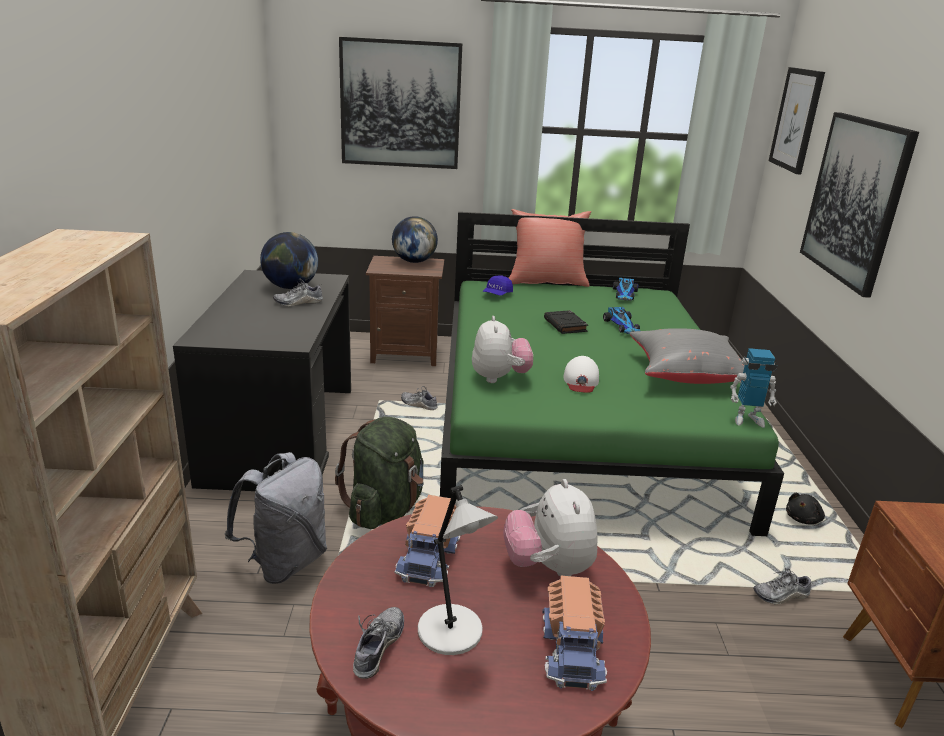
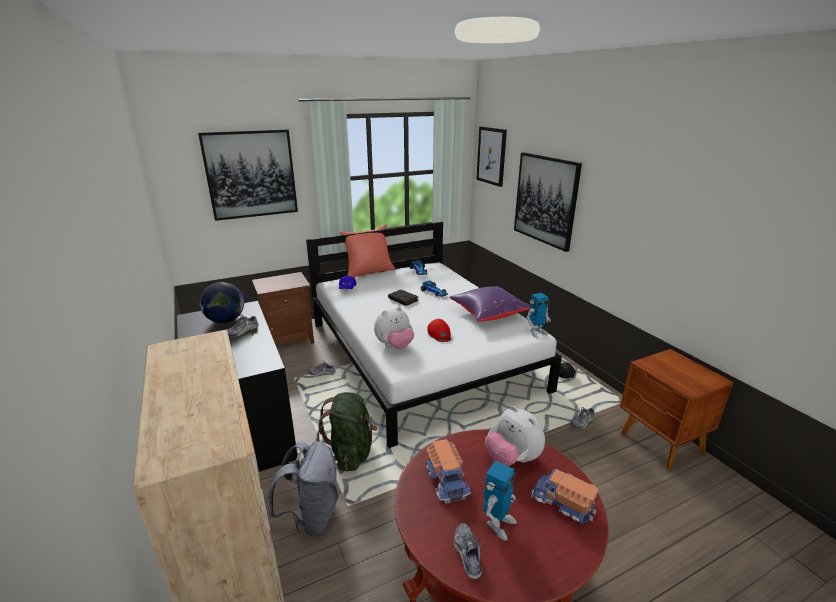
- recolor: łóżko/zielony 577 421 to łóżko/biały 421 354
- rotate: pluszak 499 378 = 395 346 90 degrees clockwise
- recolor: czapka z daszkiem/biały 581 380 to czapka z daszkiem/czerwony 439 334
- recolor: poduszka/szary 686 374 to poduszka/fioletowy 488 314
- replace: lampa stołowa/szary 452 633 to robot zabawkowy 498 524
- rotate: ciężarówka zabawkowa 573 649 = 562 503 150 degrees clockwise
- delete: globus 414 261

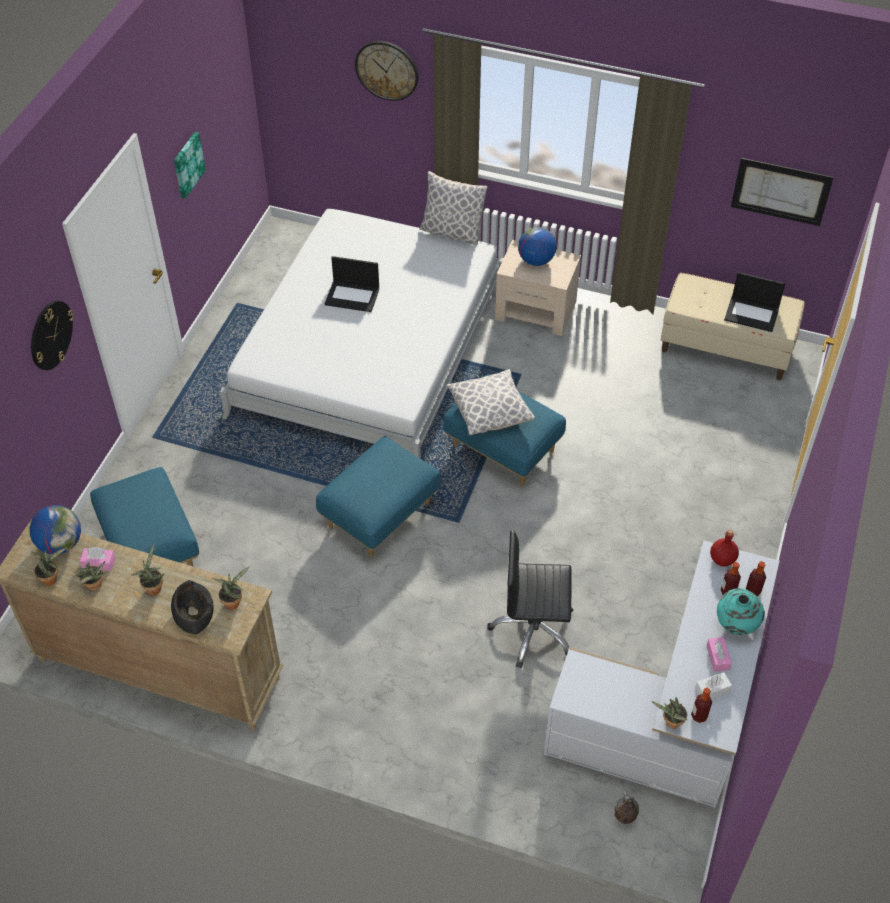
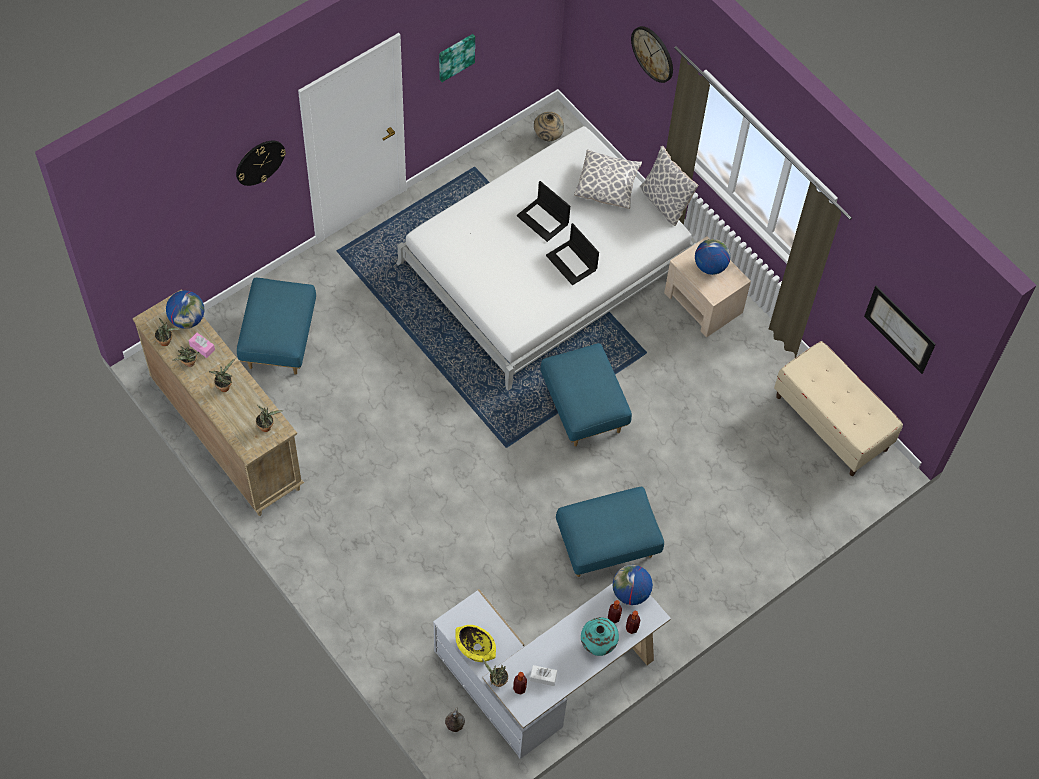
- insert: miska/żółty 475 647
- insert: wazon/beżowy 548 136
- move: laptop 752 314 to 572 262
- move: pufa/niebieski 380 516 to 606 546
- move: poduszka 489 411 to 607 186
- replace: butelka/czerwony 722 559 to globus 630 593
- delete: miska/czarny 194 615
- delete: krzesło biurowe/czarny 533 631
- delete: pudełko chusteczek/różowy 717 657

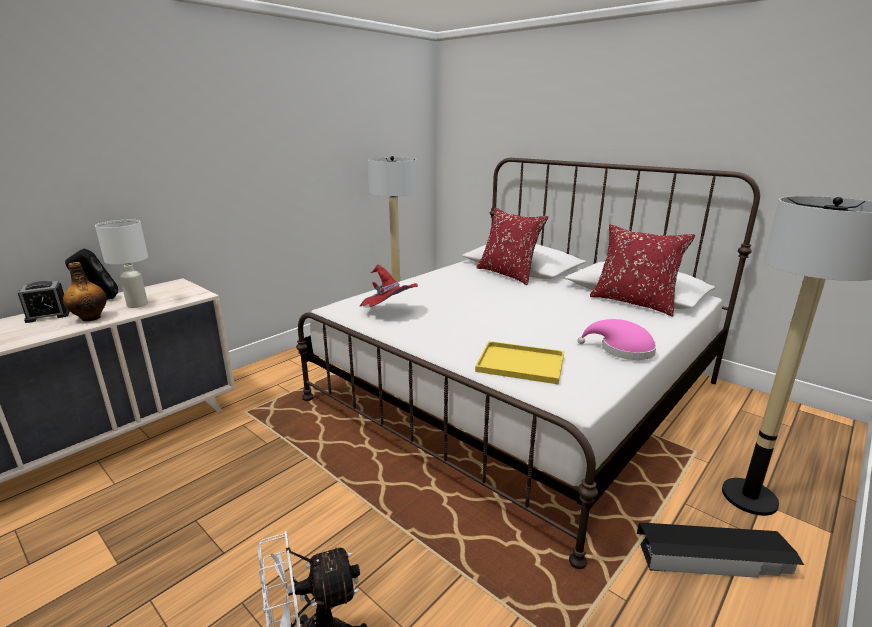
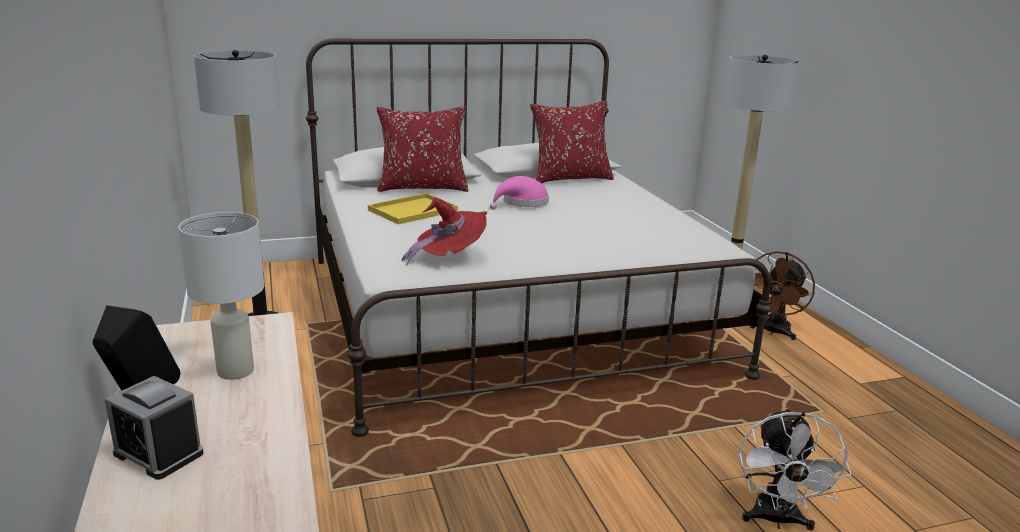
- rotate: budzik 48 315 = 158 453 120 degrees clockwise
- move: taca/żółty 522 363 to 413 210
- move: kapelusz/różowy 622 350 to 522 203
- replace: pojemnik do przechowywania/czarny 713 557 to wentylator/brązowy 773 332
- delete: butelka 91 318

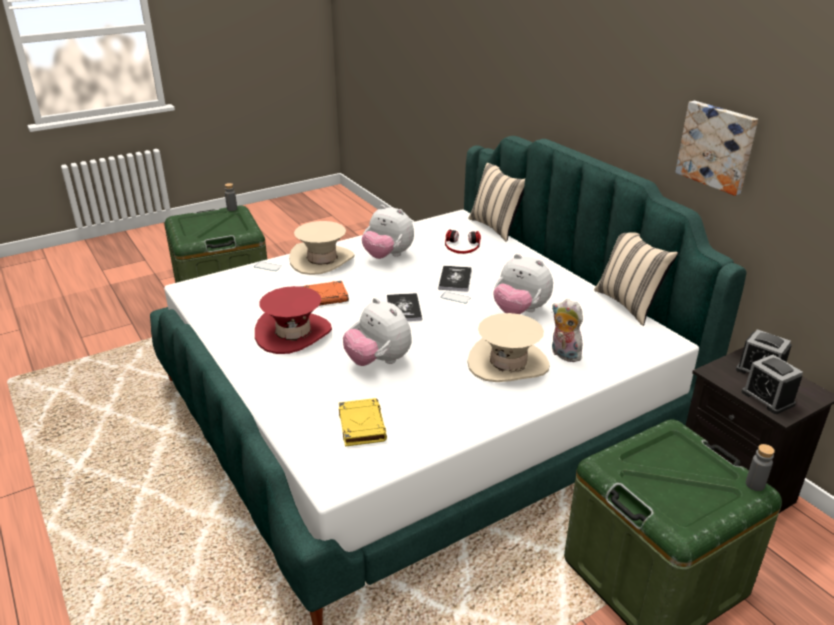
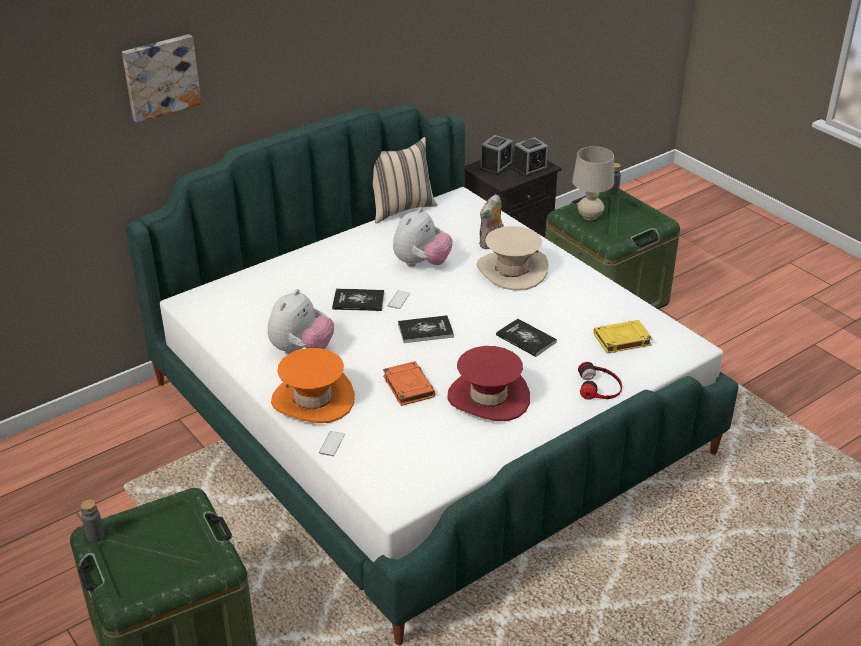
- move: obraz 717 146 to 160 76
- recolor: kapelusz/beżowy 322 260 to kapelusz/pomarańczowy 313 400
- replace: pluszak 378 361 to książka 526 339
- insert: lampa stołowa/beżowy 589 216
- move: słuchawki 462 246 to 600 387
- delete: poduszka/beżowy 496 227

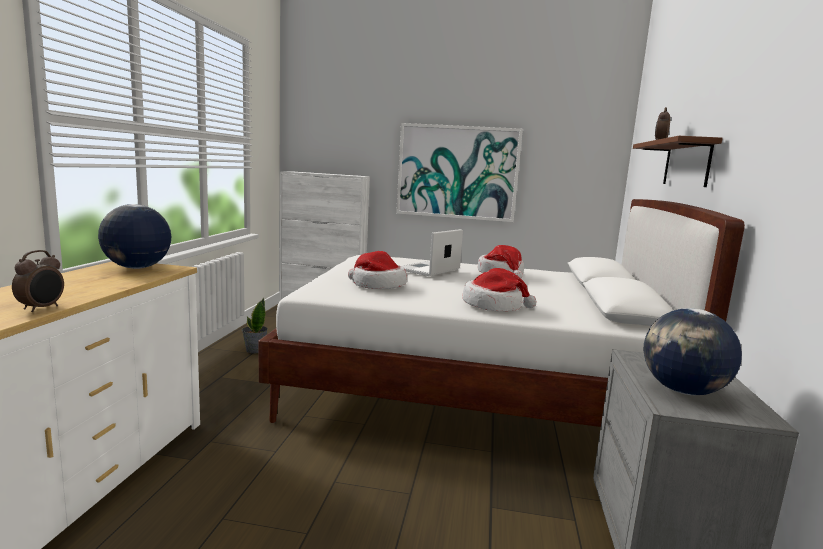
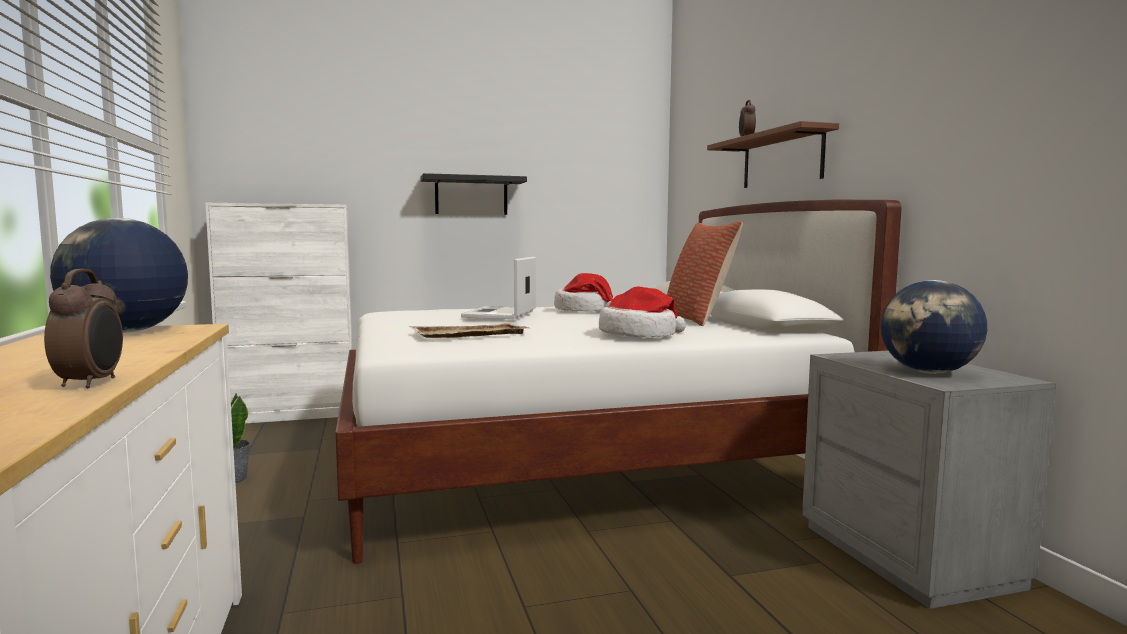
- replace: kapelusz 377 285 to taca/beżowy 468 334
- replace: obraz 457 172 to półka/czarny 471 195
- insert: poduszka 698 319

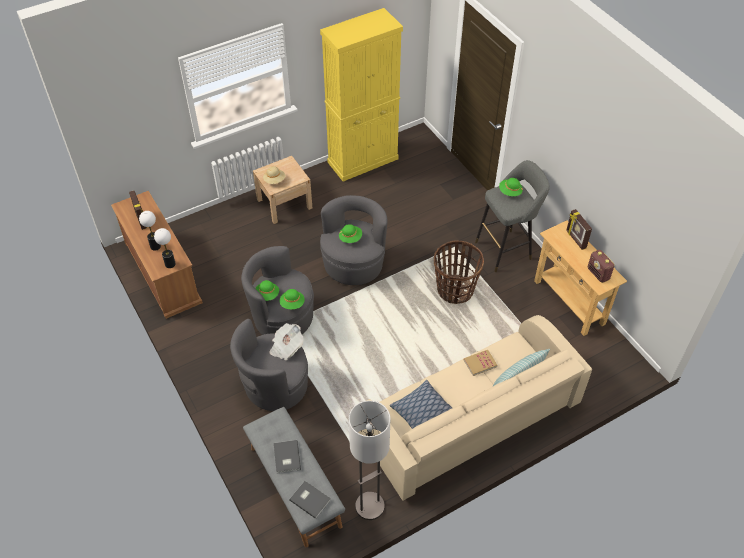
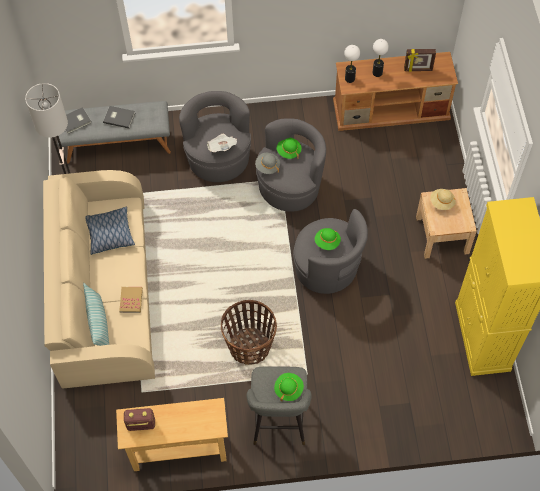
- recolor: kapelusz/zielony 292 304 to kapelusz/szary 267 166
- delete: ramka na zdjęcie 575 239

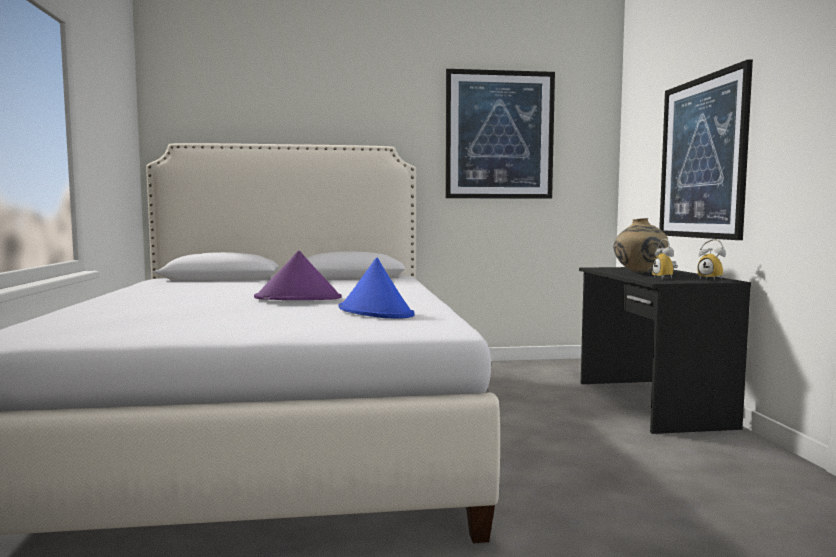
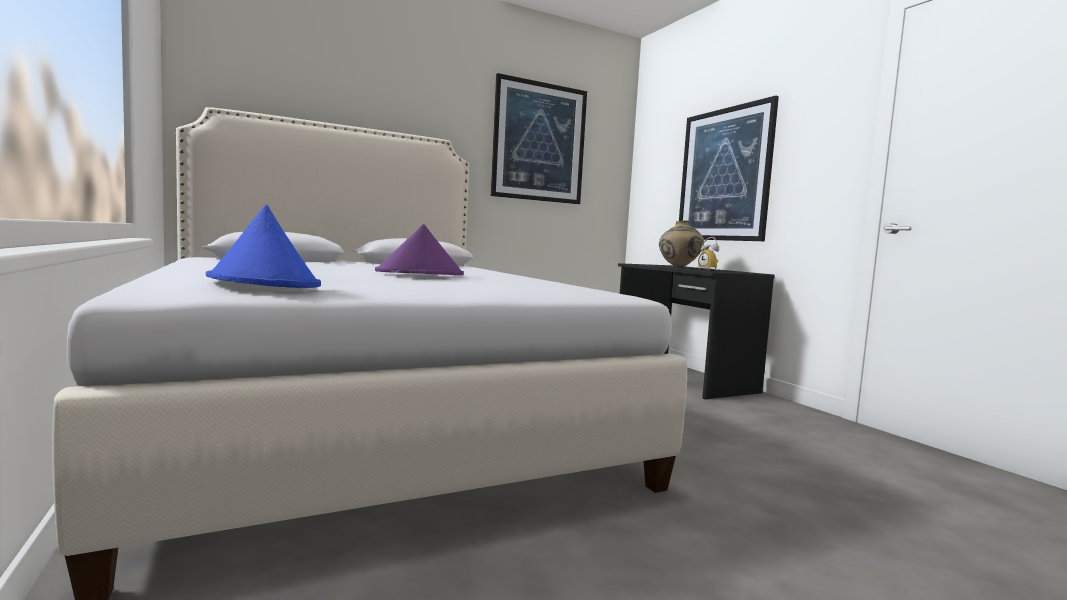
- move: kapelusz/niebieski 375 312 to 263 282
- delete: budzik 712 279

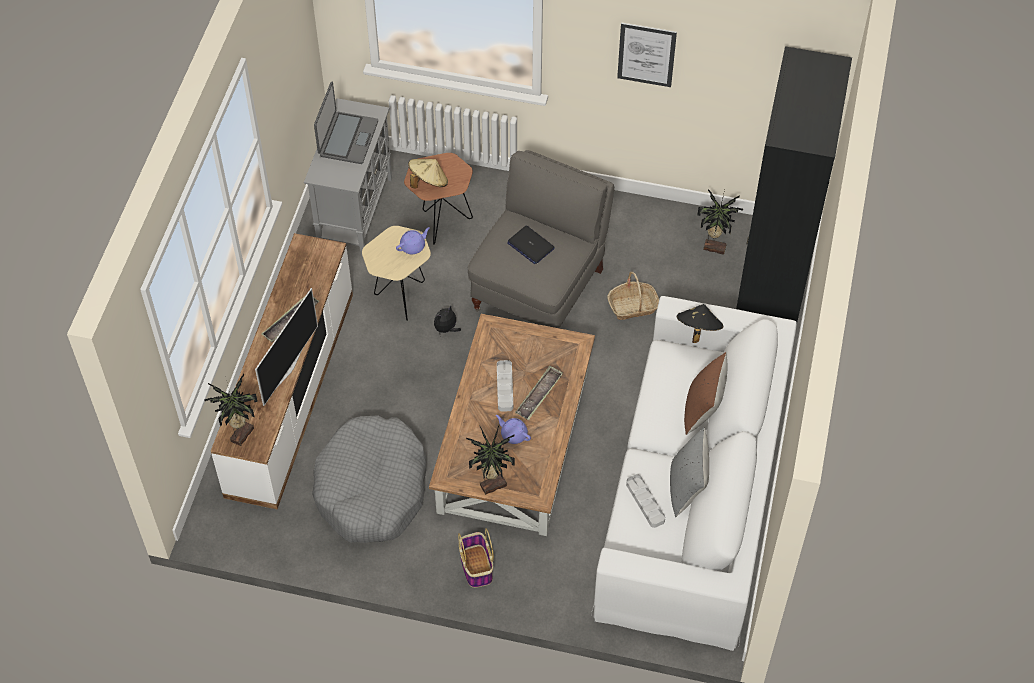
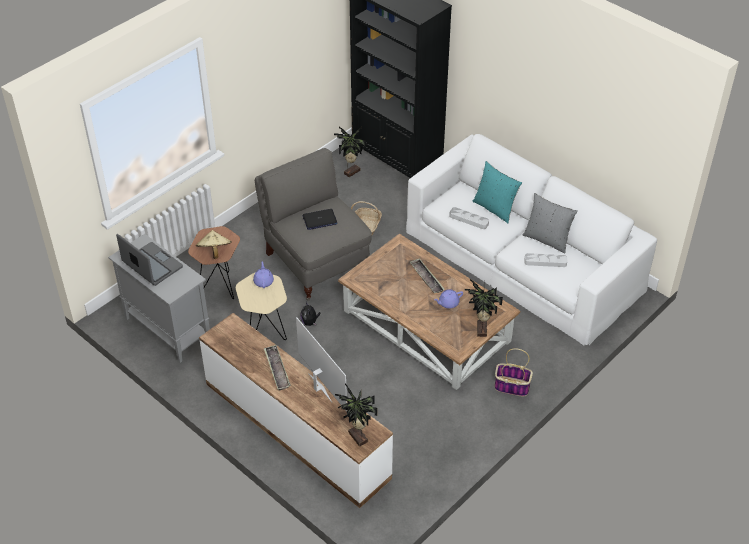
- move: taca/szary 504 387 to 469 220
- recolor: poduszka/brązowy 702 410 to poduszka/turkusowy 495 208
- delete: legowisko/szary 372 488
- delete: obraz 646 54
- delete: kapelusz/czarny 698 330

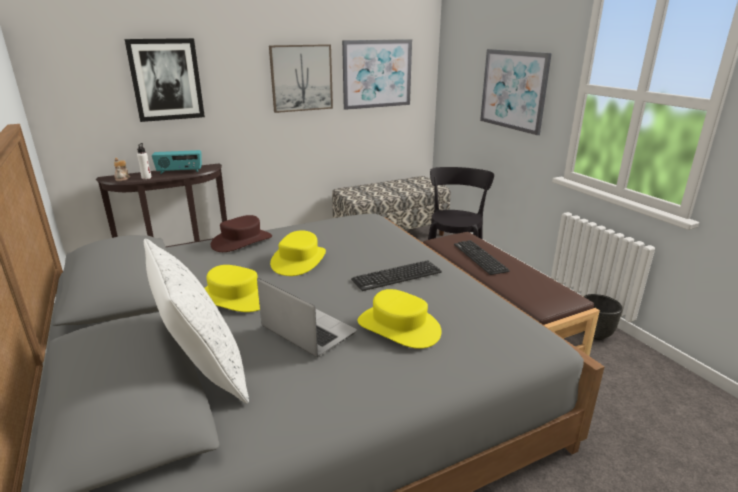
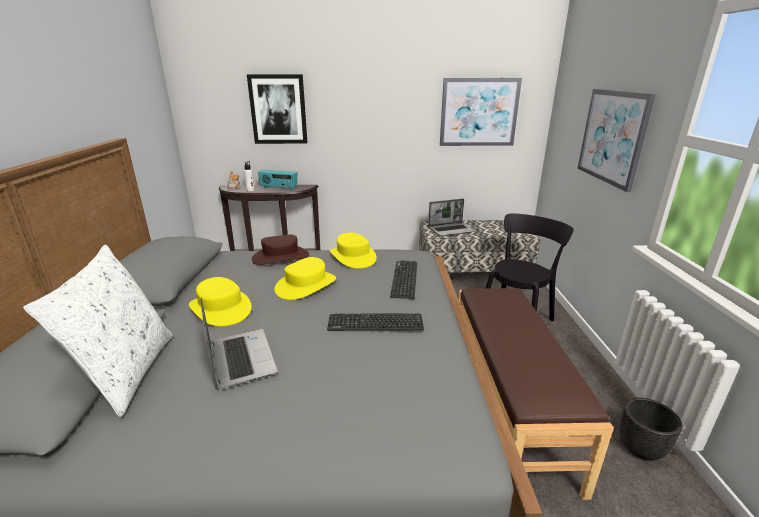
- move: kapelusz/żółty 399 327 to 353 257
- move: klawiatura 480 257 to 404 279
- insert: laptop 451 230
- delete: obraz 301 78

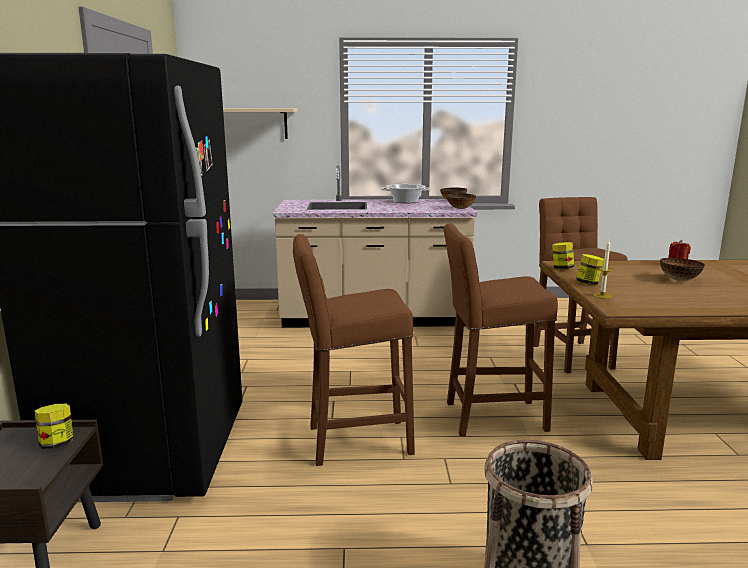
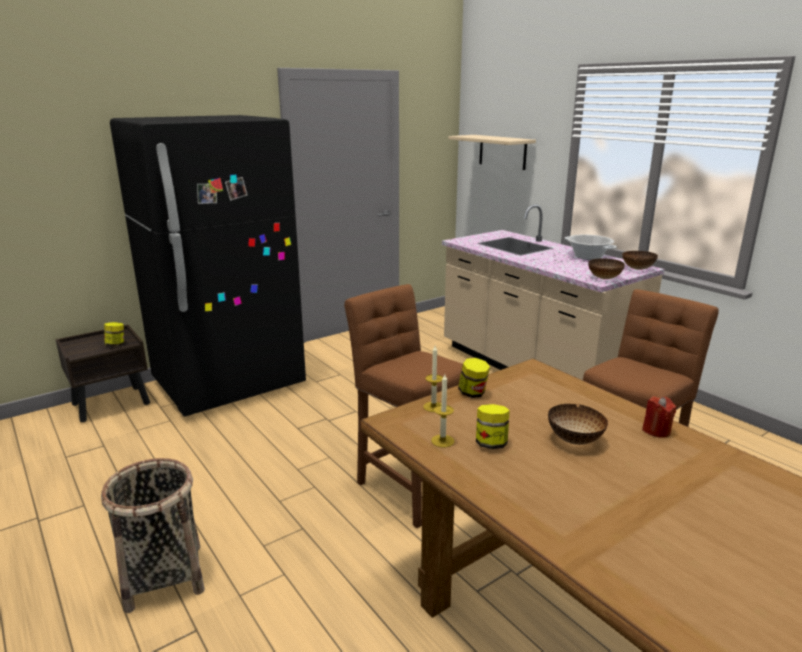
- insert: świeca 442 441
- move: słoik 562 268 to 491 444
- delete: stołek/brązowy 353 441

